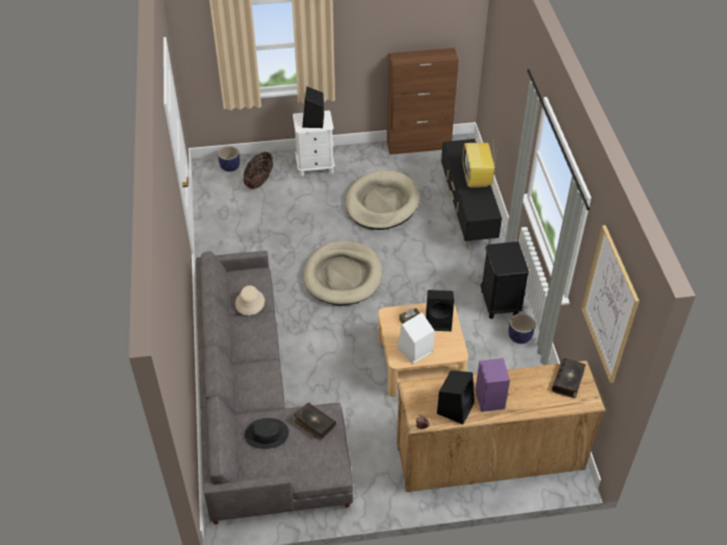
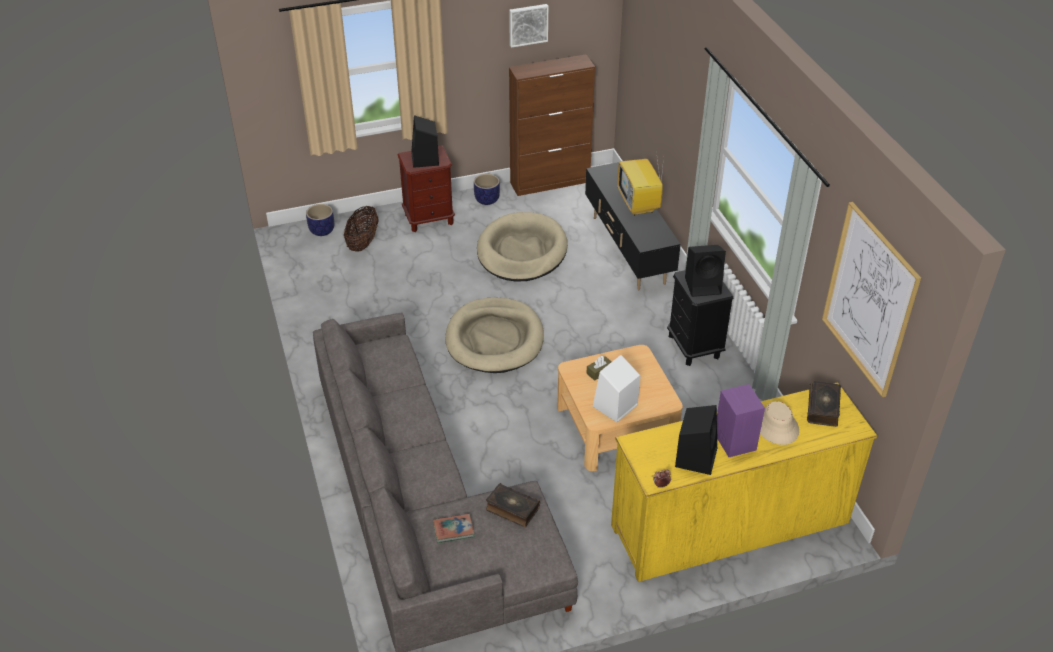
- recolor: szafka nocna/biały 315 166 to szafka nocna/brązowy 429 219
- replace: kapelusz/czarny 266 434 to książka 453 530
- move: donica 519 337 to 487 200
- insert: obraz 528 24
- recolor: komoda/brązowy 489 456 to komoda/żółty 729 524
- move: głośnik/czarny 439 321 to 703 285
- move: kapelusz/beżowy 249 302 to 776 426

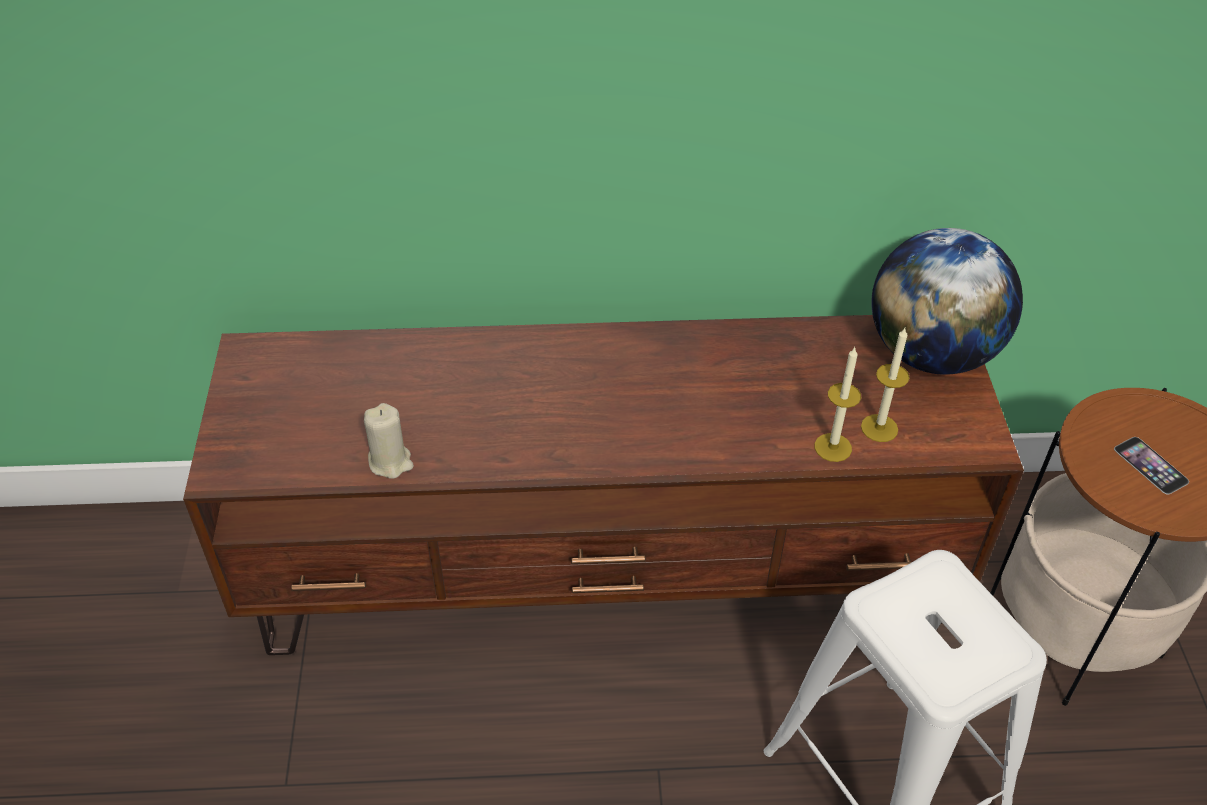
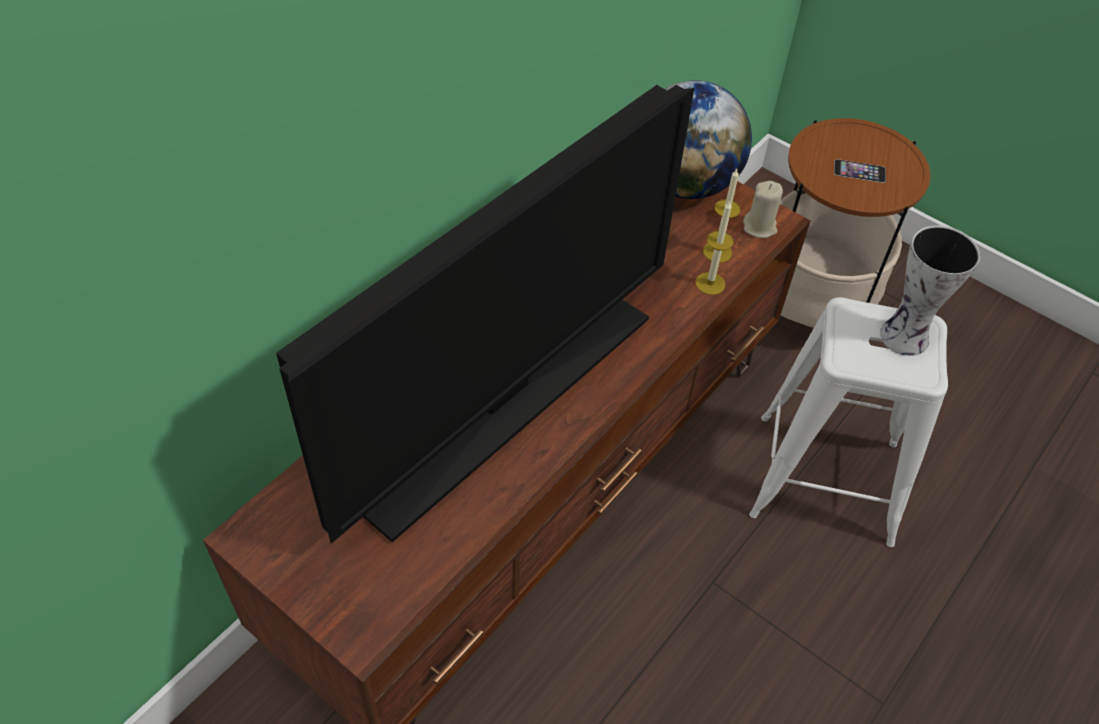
- insert: telewizor 506 402
- move: świeca/beżowy 390 462 to 760 227
- insert: wazon 904 338

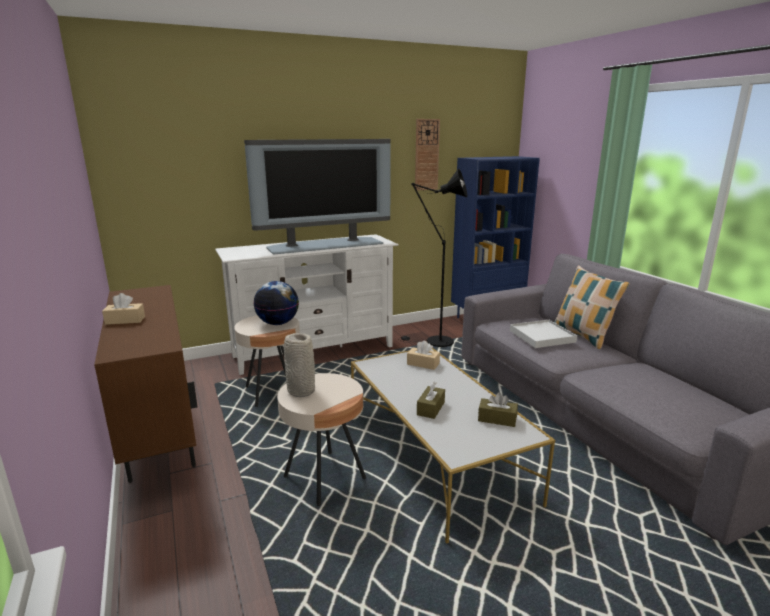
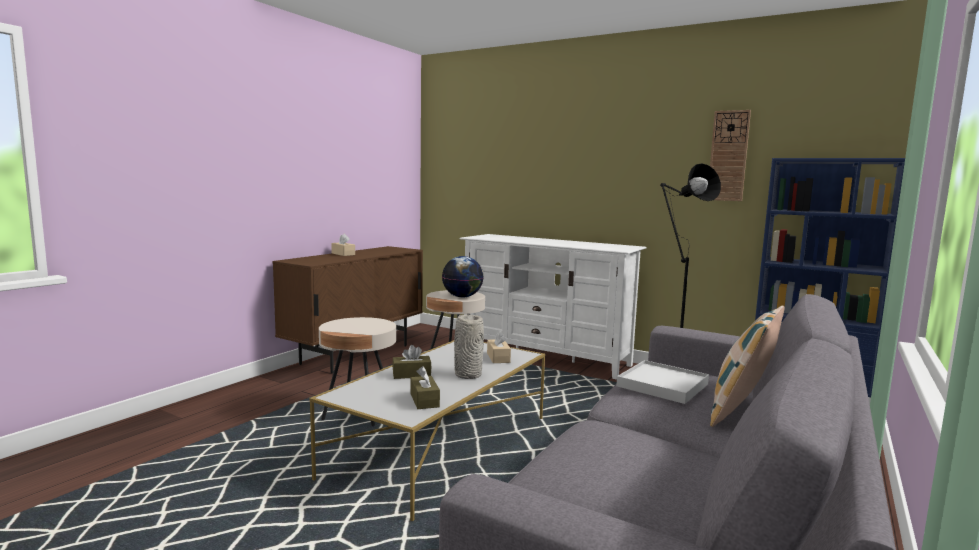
- move: wazon/szary 301 391 to 467 375
- delete: telewizor 324 245

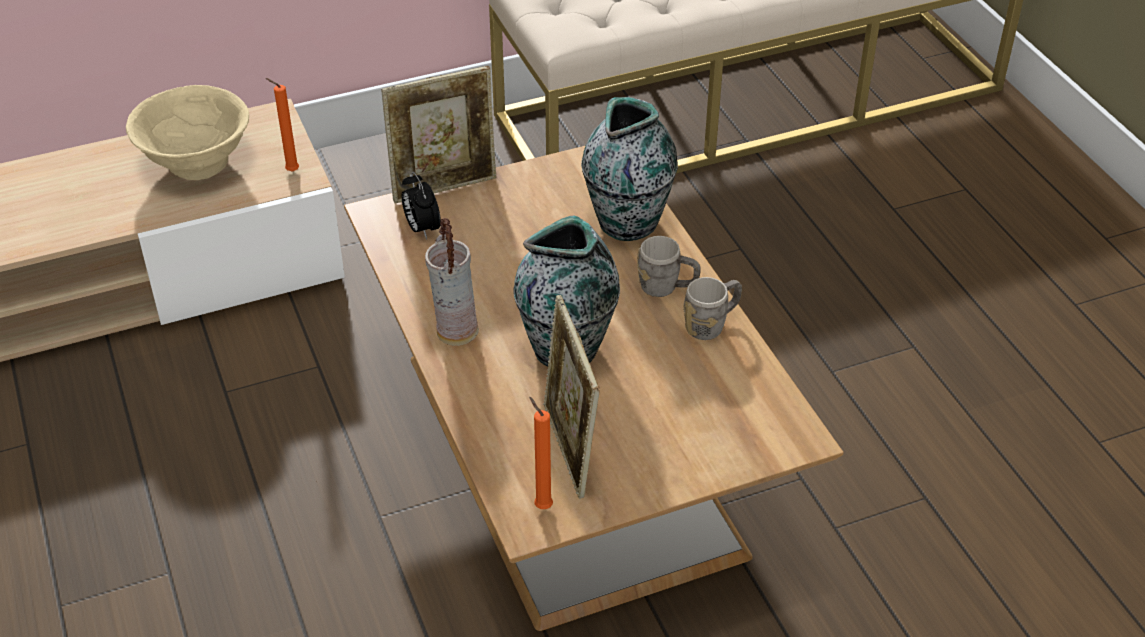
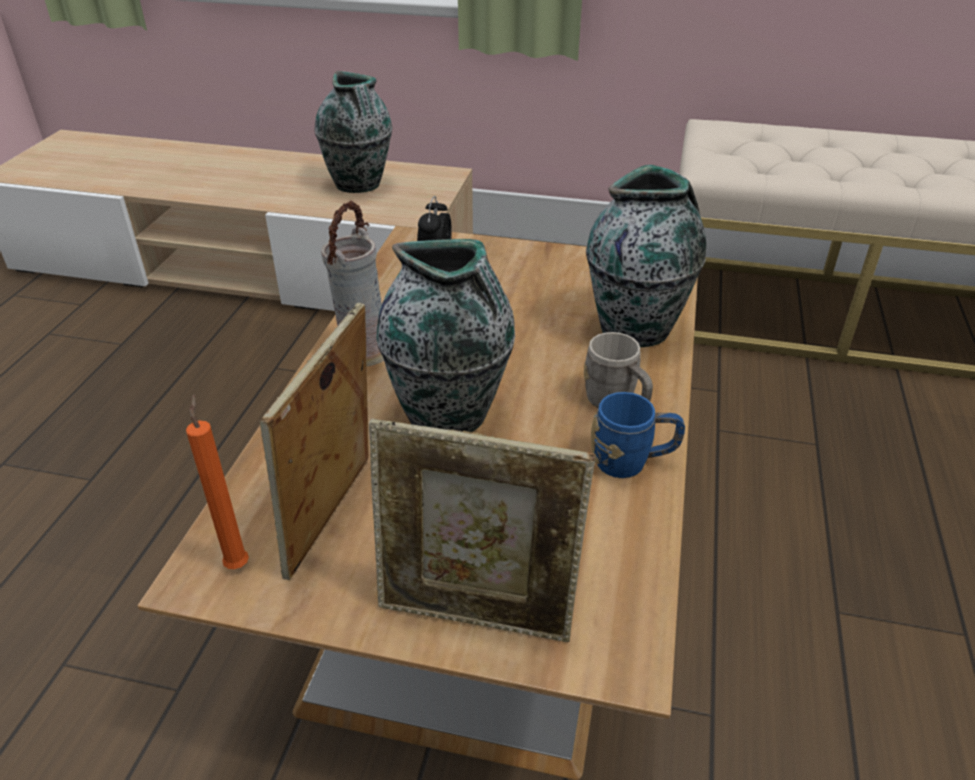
- replace: miska/beżowy 196 163 to wazon 359 184
- move: ramka na zdjęcie 444 187 to 477 615
- recolor: kubek/szary 711 324 to kubek/niebieski 632 462
- delete: świeca/pomarańczowy 290 171

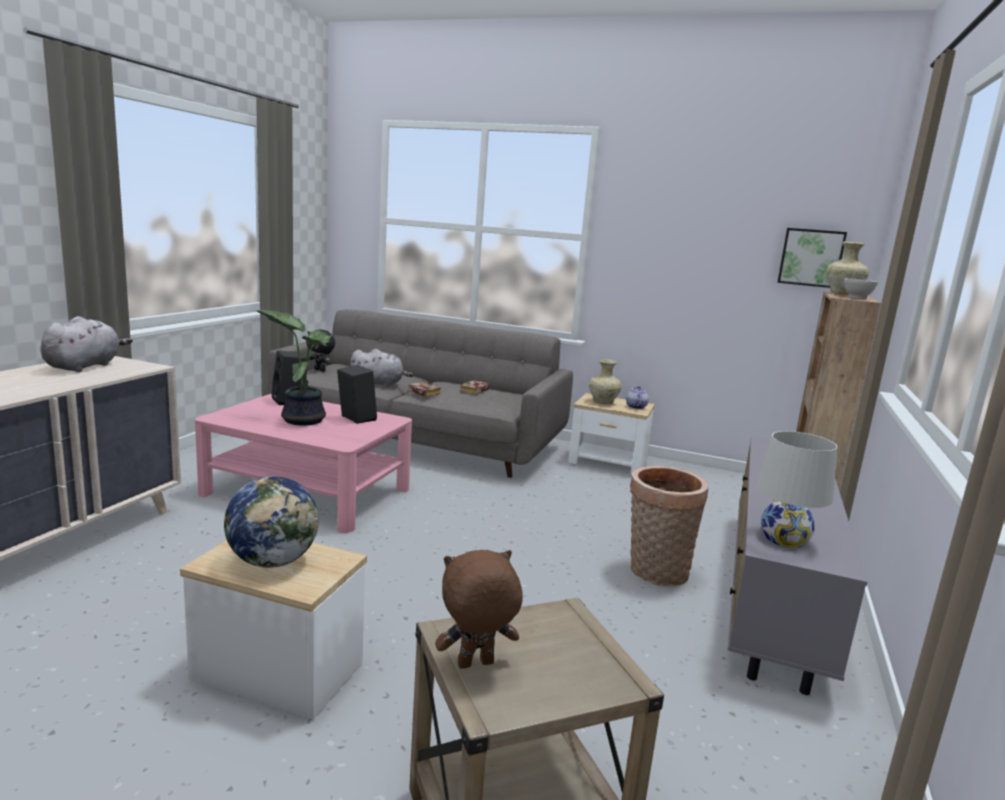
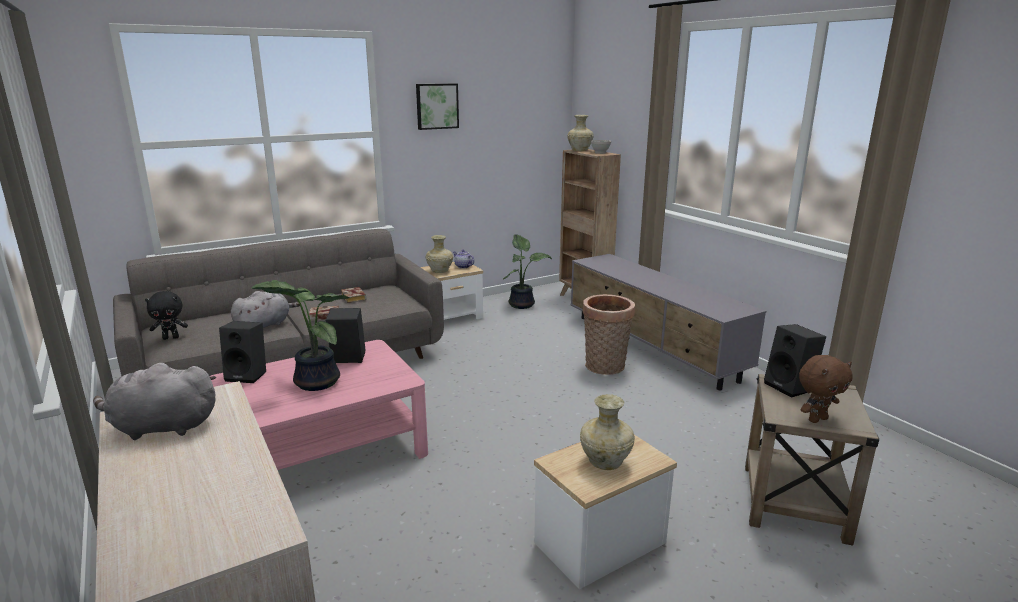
- rotate: pluszak/szary 85 366 = 161 427 60 degrees counterclockwise
- move: obraz 811 257 to 436 106
- insert: roślina doniczkowa 522 304
- replace: globus 273 561 to wazon/beżowy 605 461
- insert: głośnik/czarny 791 387
- rotate: pluszak/brązowy 475 665 = 817 419 135 degrees counterclockwise
- delete: lampa stołowa/biały 784 539

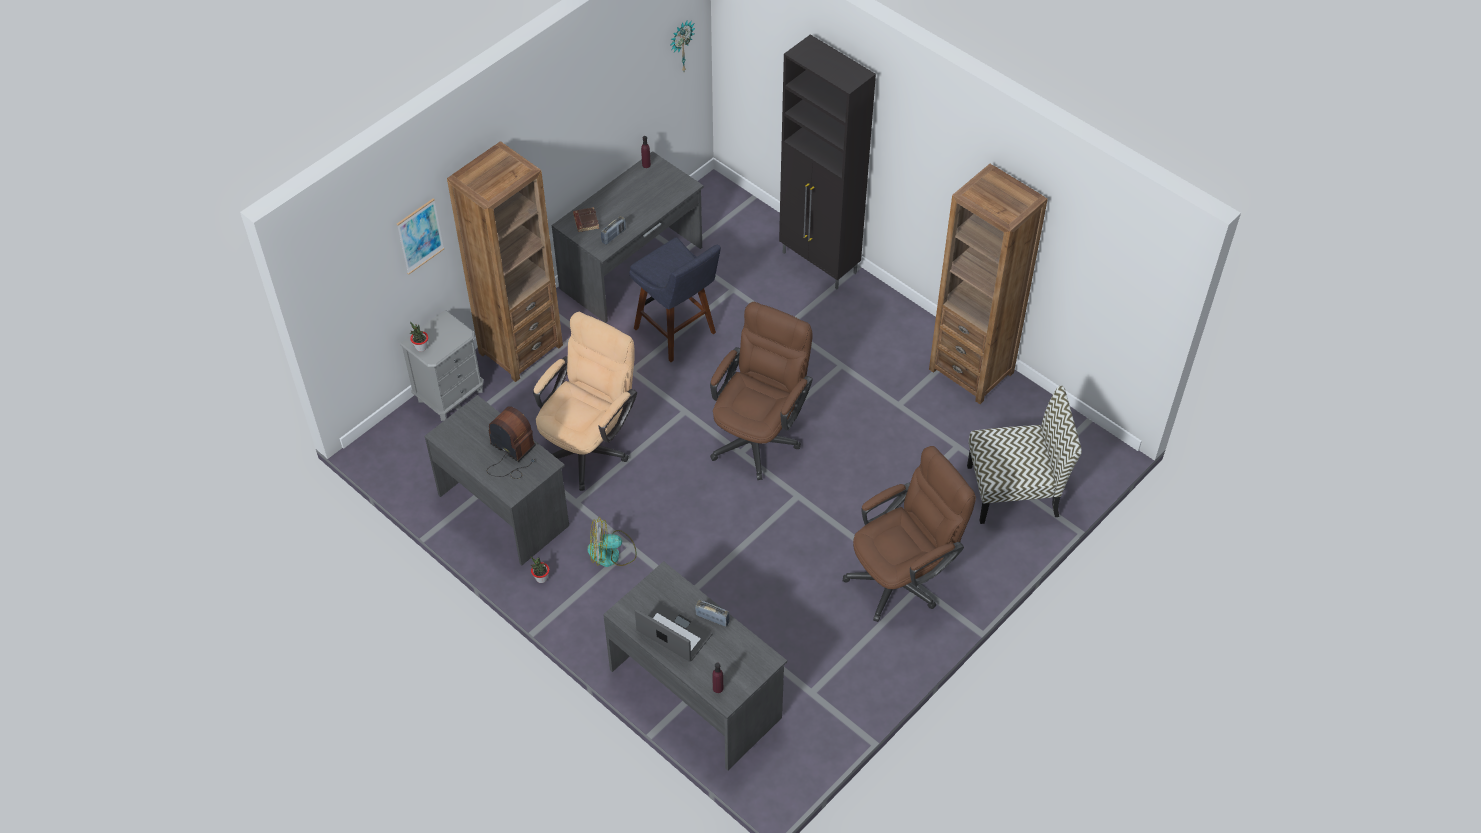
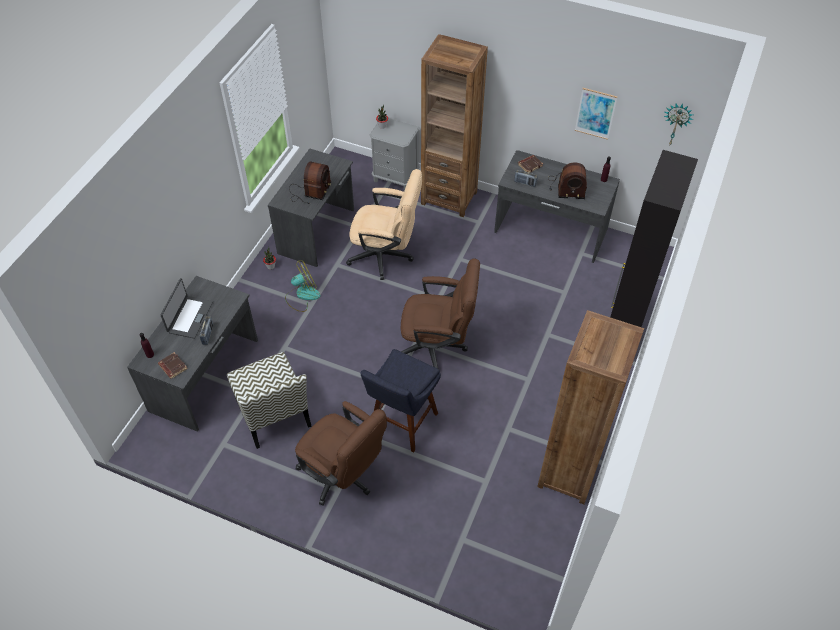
- insert: książka/brązowy 172 367
- move: krzesło 1014 490 to 274 413
- rotate: wentylator 611 553 = 302 295 90 degrees clockwise
- move: stołek/niebieski 678 333 to 401 425
- insert: radio 566 187
- move: obraz 420 236 to 595 113

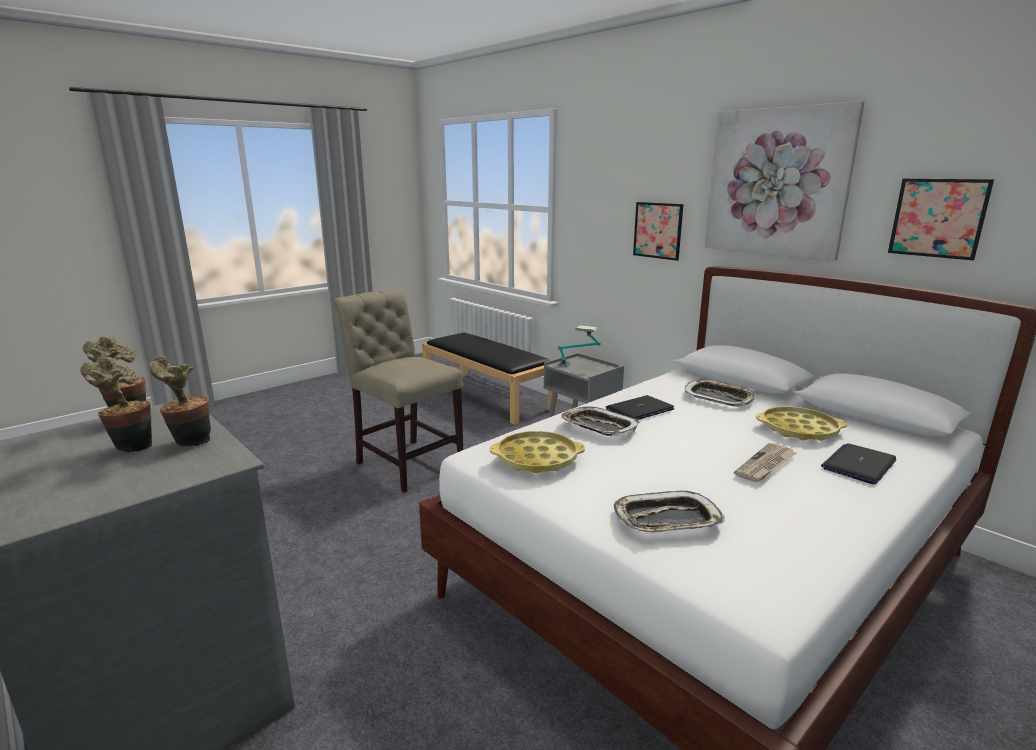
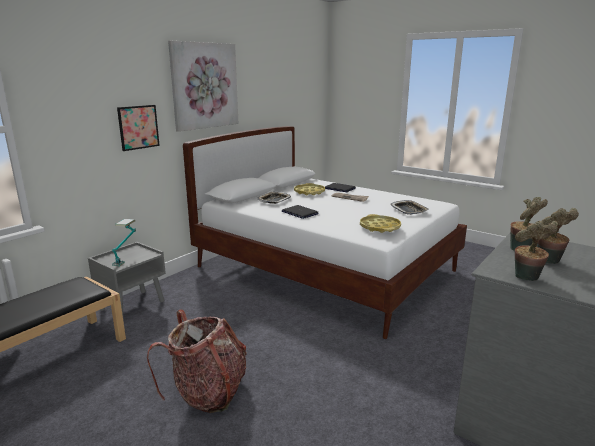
- replace: krzesło/beżowy 406 462 to plecak 207 393
- delete: taca 598 427
- delete: obraz 938 218

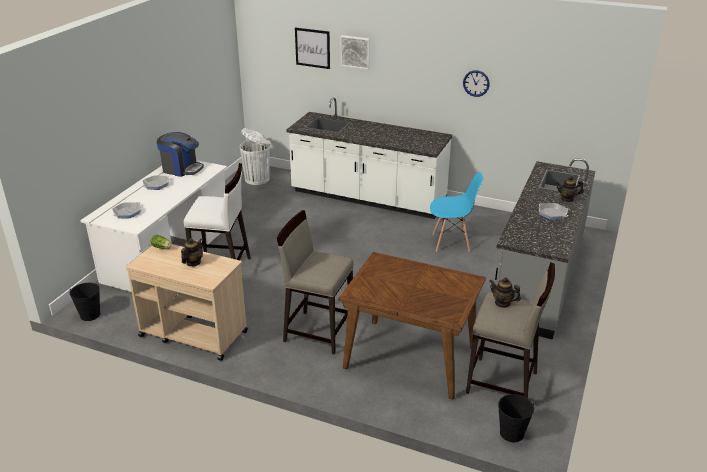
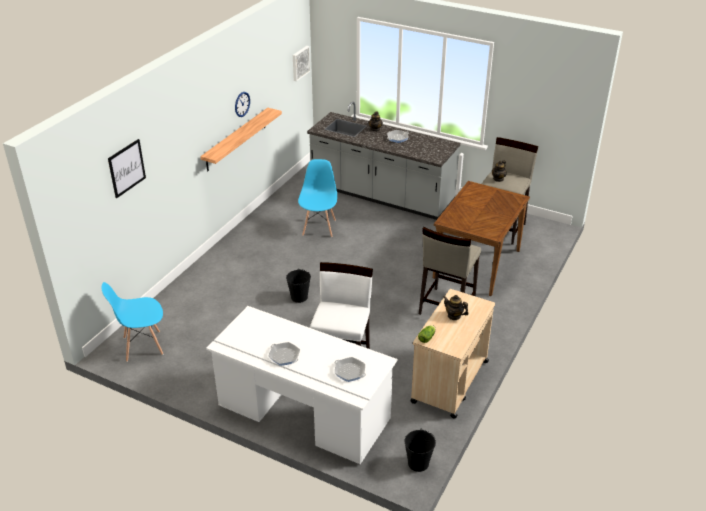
- replace: kosz na śmieci/biały 258 179 to krzesło/niebieski 142 346
- insert: półka 236 139
- move: wiadro/czarny 511 433 to 299 297
- move: obraz 355 51 to 300 63
- delete: ekspres do kawy 181 169
- delete: zabudowa kuchenna/biały 368 198

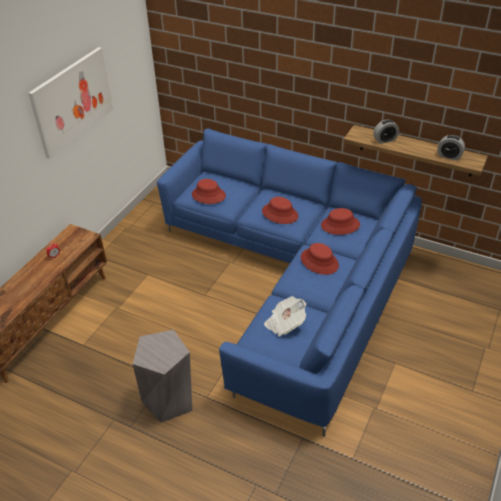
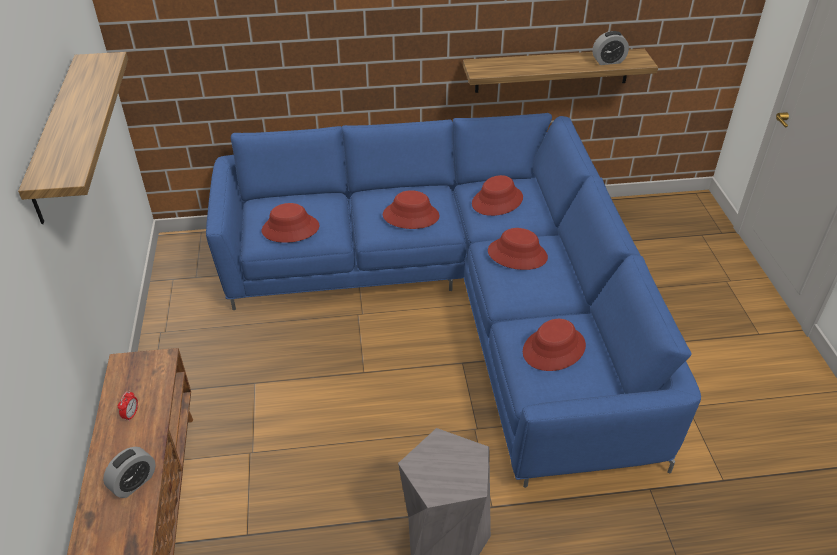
- replace: obraz 72 101 to półka 57 137
- move: budzik 385 140 to 134 482
- replace: gazeta 285 323 to kapelusz/czerwony 554 349

